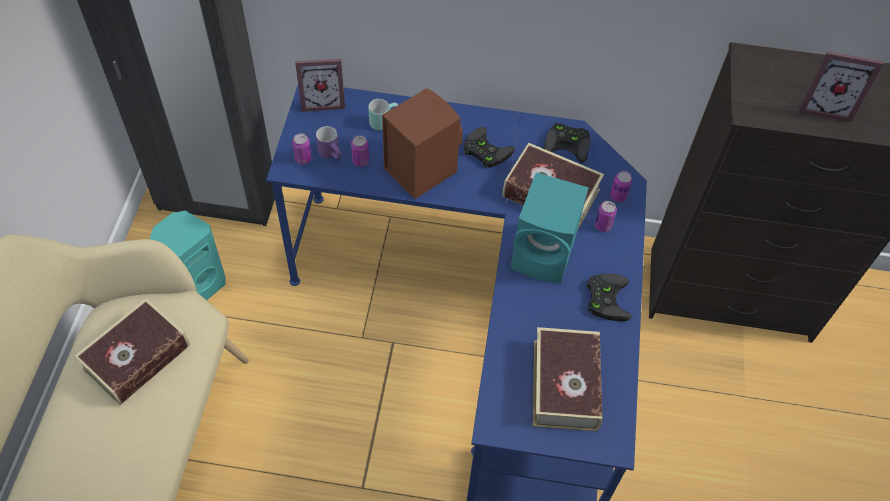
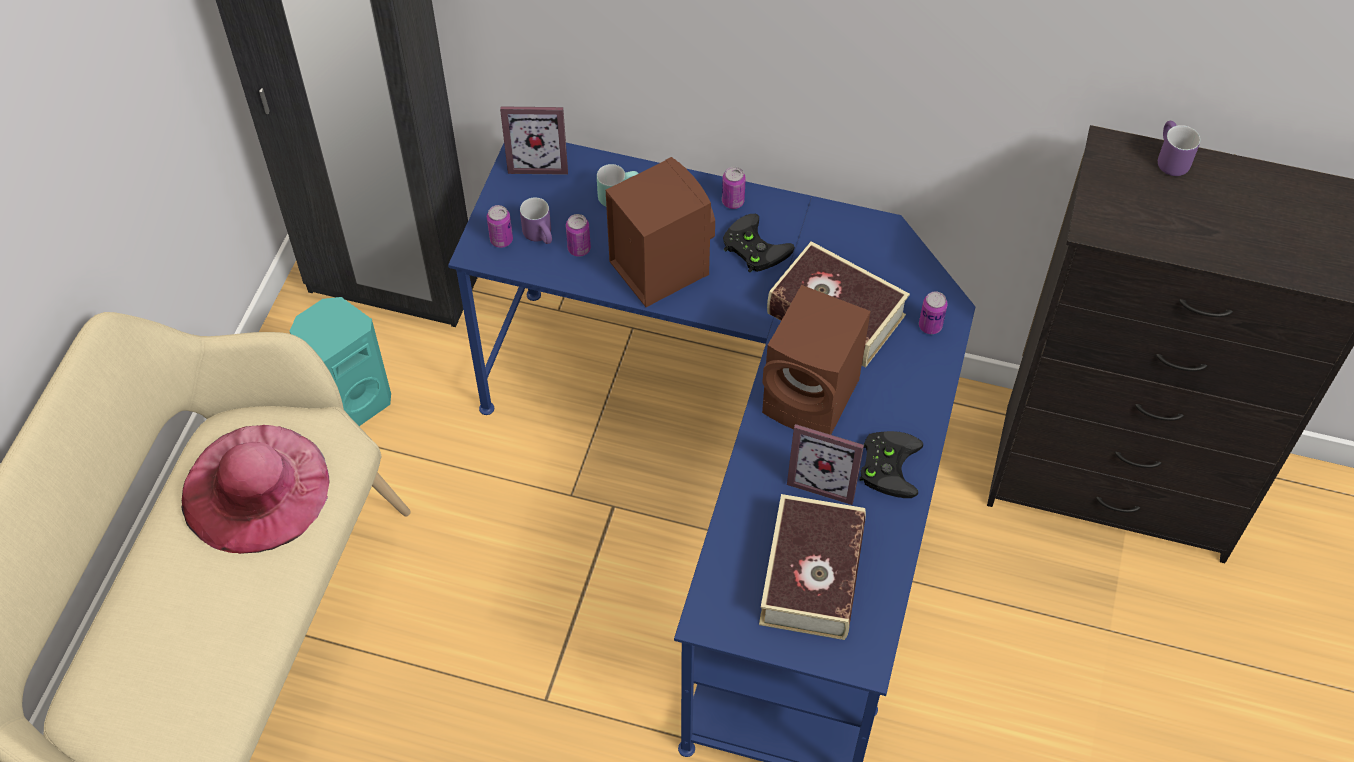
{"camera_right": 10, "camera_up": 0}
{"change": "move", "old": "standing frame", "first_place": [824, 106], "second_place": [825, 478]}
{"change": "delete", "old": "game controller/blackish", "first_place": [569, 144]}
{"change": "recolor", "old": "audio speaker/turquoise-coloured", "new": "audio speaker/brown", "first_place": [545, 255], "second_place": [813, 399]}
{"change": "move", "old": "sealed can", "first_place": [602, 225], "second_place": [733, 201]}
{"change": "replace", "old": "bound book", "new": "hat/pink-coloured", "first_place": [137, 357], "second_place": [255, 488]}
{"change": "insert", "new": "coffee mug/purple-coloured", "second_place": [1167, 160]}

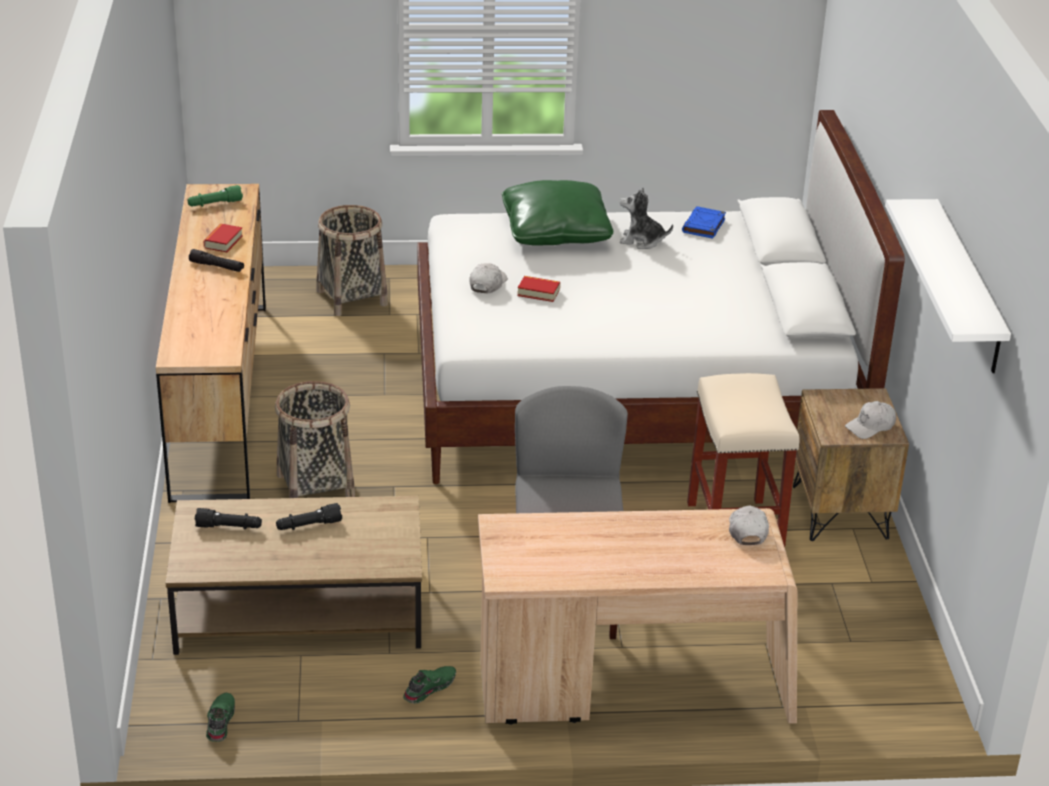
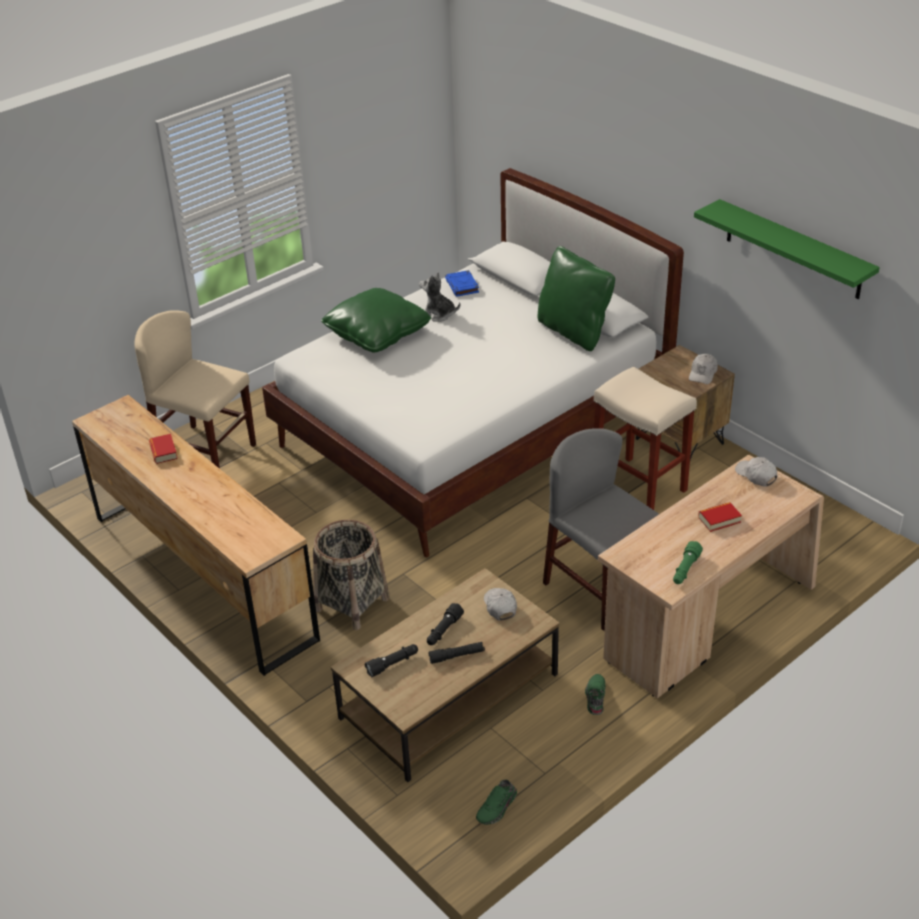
{"camera_right": -35, "camera_up": 5}
{"change": "move", "old": "hand torch/green", "first_place": [215, 204], "second_place": [685, 569]}
{"change": "rotate", "old": "soft toy", "first_place": [642, 241], "second_place": [438, 314], "degrees": 45}
{"change": "recolor", "old": "bracket shelf/white", "new": "bracket shelf/green", "first_place": [967, 287], "second_place": [793, 250]}
{"change": "replace", "old": "household basket", "new": "upright chair/sand-coloured", "first_place": [352, 297], "second_place": [205, 453]}
{"change": "move", "old": "hand torch/blackish", "first_place": [217, 266], "second_place": [456, 656]}
{"change": "move", "old": "baseball cap/white", "first_place": [487, 284], "second_place": [500, 606]}
{"change": "move", "old": "bound book", "first_place": [538, 292], "second_place": [719, 519]}
{"change": "rotate", "old": "shoe/green", "first_place": [219, 722], "second_place": [497, 808], "degrees": -105}
{"change": "insert", "new": "pillow/green", "second_place": [574, 332]}

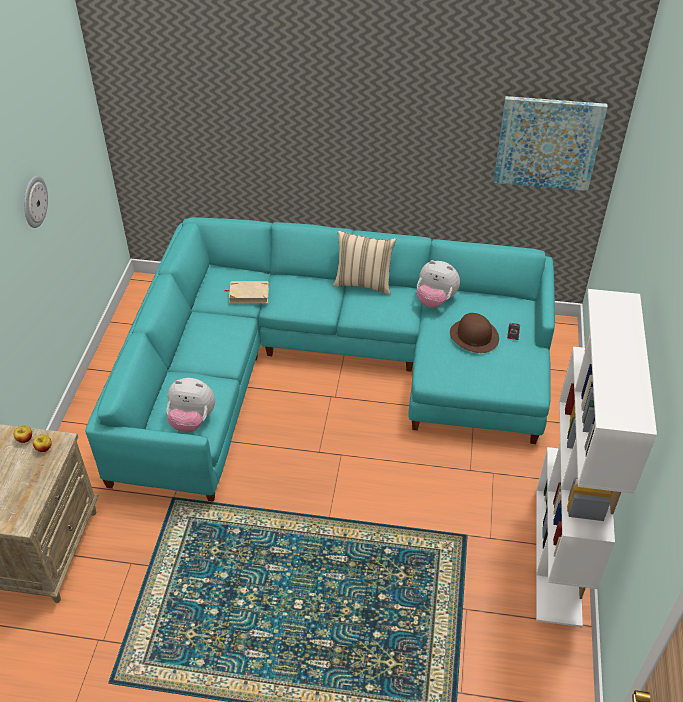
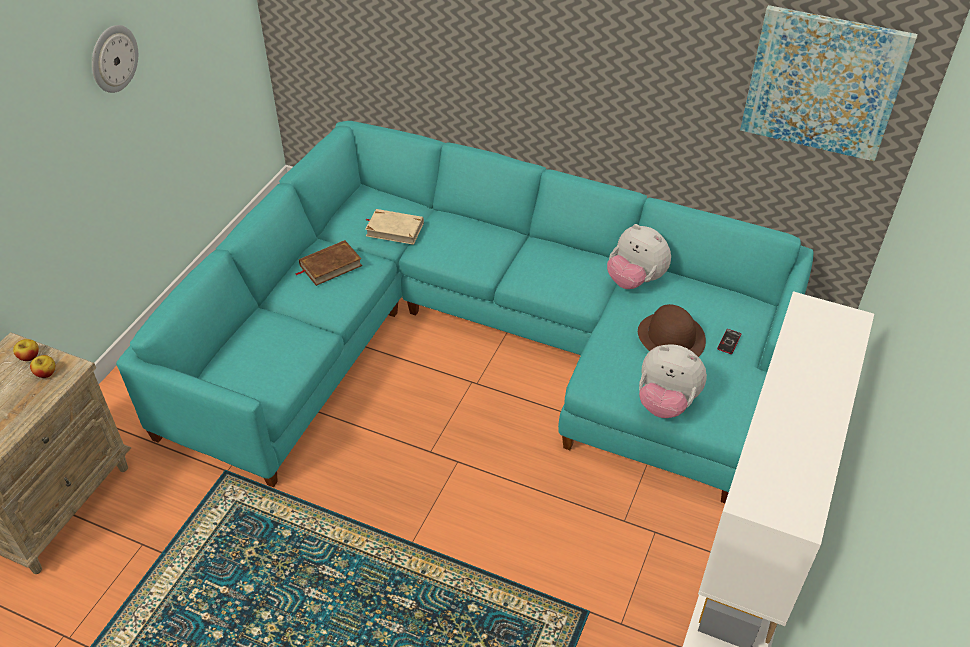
{"camera_right": 15, "camera_up": 0}
{"change": "delete", "old": "pillow/sand-coloured", "first_place": [363, 283]}
{"change": "move", "old": "soft toy", "first_place": [192, 420], "second_place": [666, 403]}
{"change": "insert", "new": "bound book/brown", "second_place": [330, 265]}

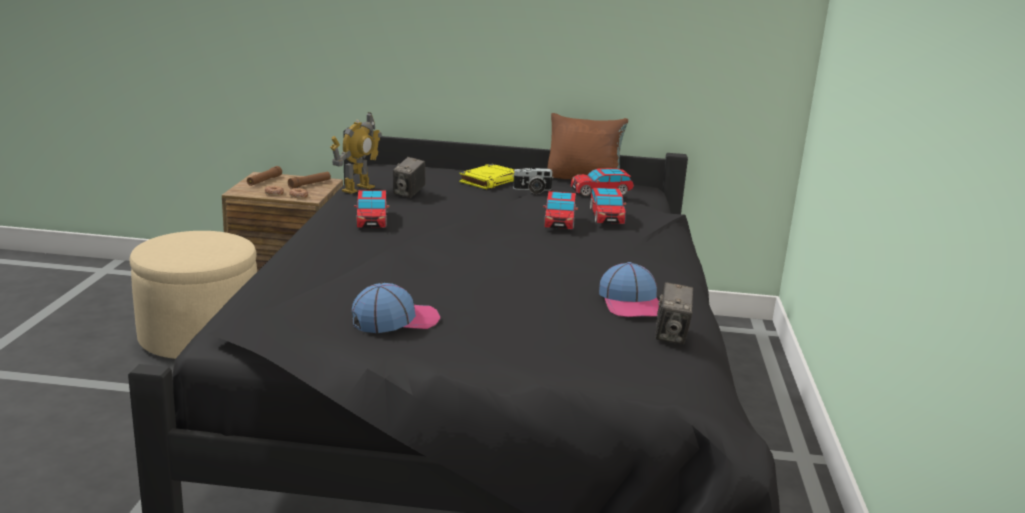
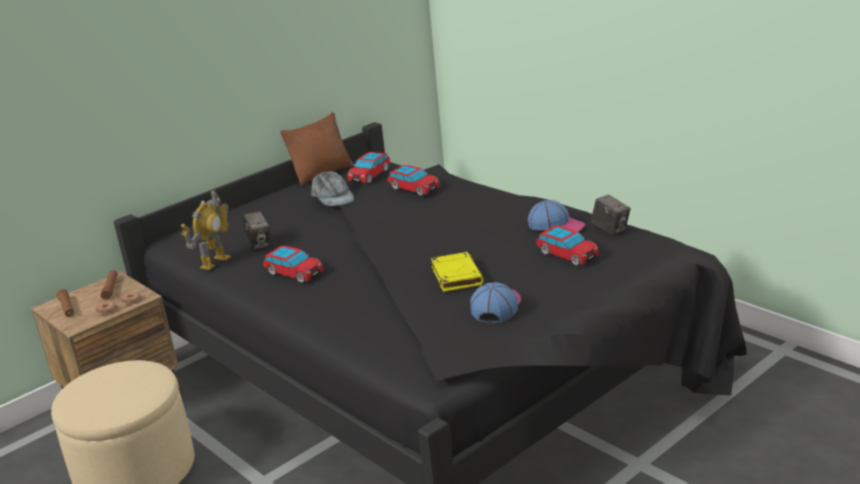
{"camera_right": -45, "camera_up": 5}
{"change": "rotate", "old": "robot figure", "first_place": [357, 188], "second_place": [215, 262], "degrees": 45}
{"change": "move", "old": "bound book/yellow-coloured", "first_place": [489, 181], "second_place": [456, 275]}
{"change": "replace", "old": "photo camera", "new": "baseball cap/greyish", "first_place": [532, 190], "second_place": [332, 197]}
{"change": "move", "old": "miniature car", "first_place": [559, 221], "second_place": [567, 255]}

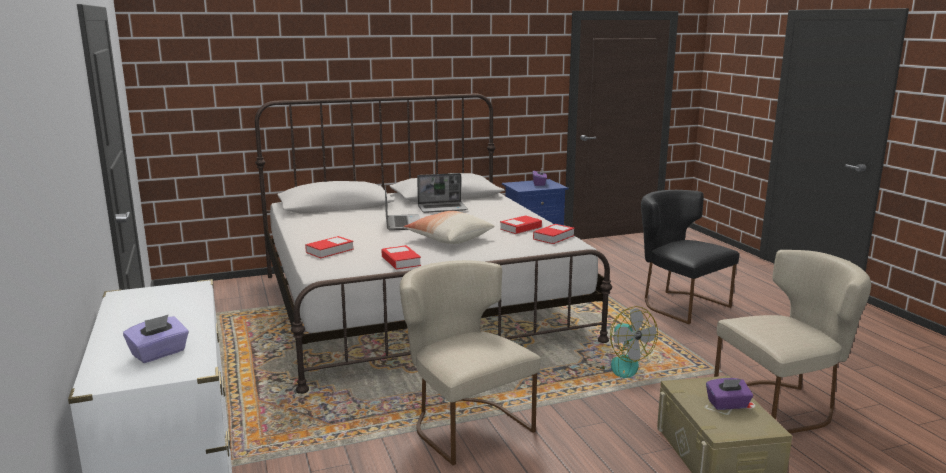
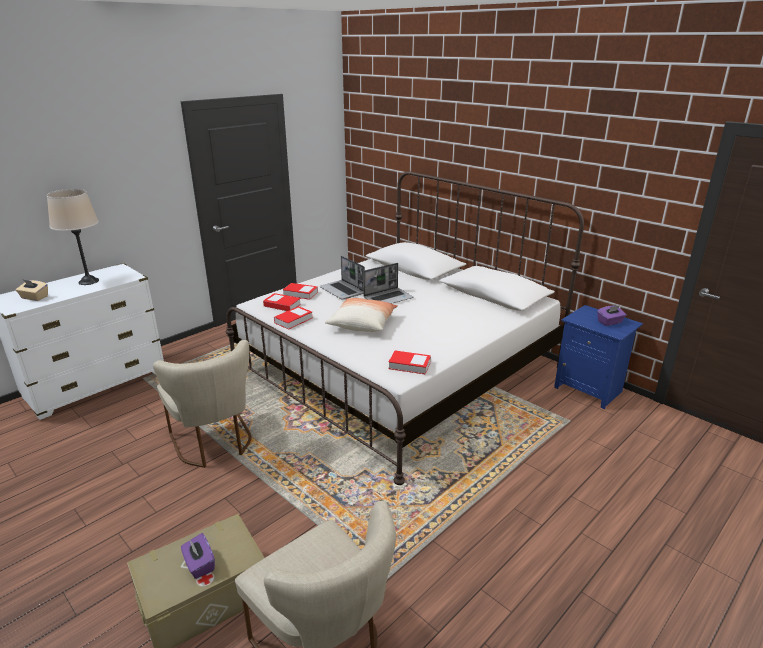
{"camera_right": 65, "camera_up": 10}
{"change": "move", "old": "notebook computer", "first_place": [443, 208], "second_place": [343, 291]}
{"change": "delete", "old": "upright chair/blackish", "first_place": [679, 304]}
{"change": "move", "old": "bound book", "first_place": [520, 228], "second_place": [282, 305]}
{"change": "rotate", "old": "upright chair/sand-coloured", "first_place": [464, 424], "second_place": [214, 444], "degrees": 120}
{"change": "delete", "old": "fan", "first_place": [618, 365]}
{"change": "recolor", "old": "box of tissues/purple-coloured", "new": "box of tissues/sand-coloured", "first_place": [159, 353], "second_place": [34, 297]}
{"change": "insert", "new": "table lamp/sand-coloured", "second_place": [88, 281]}

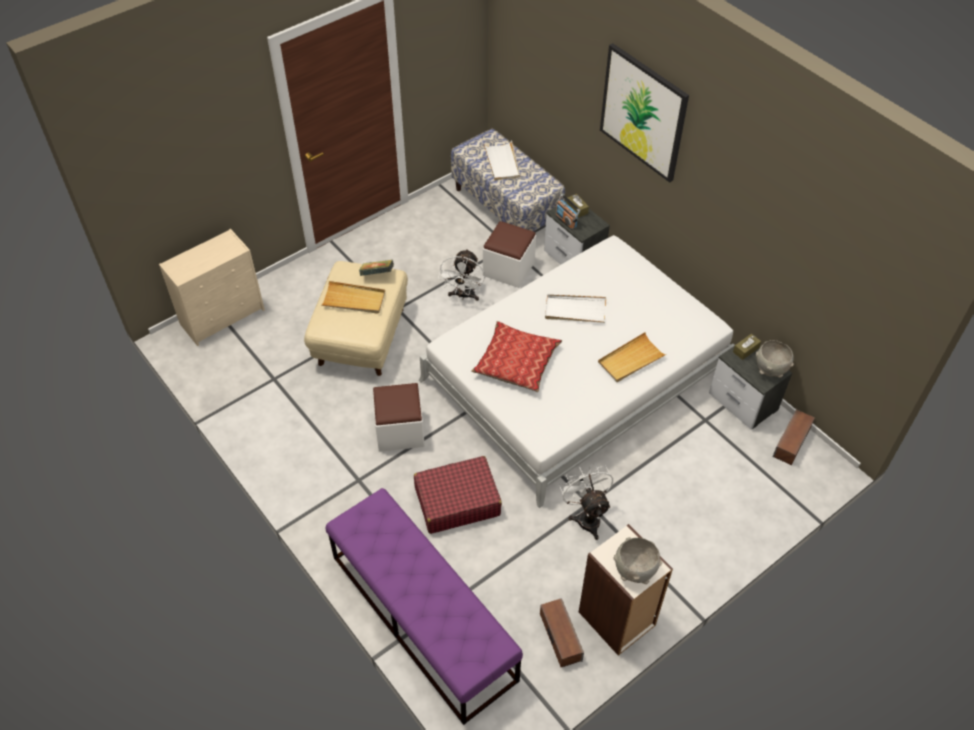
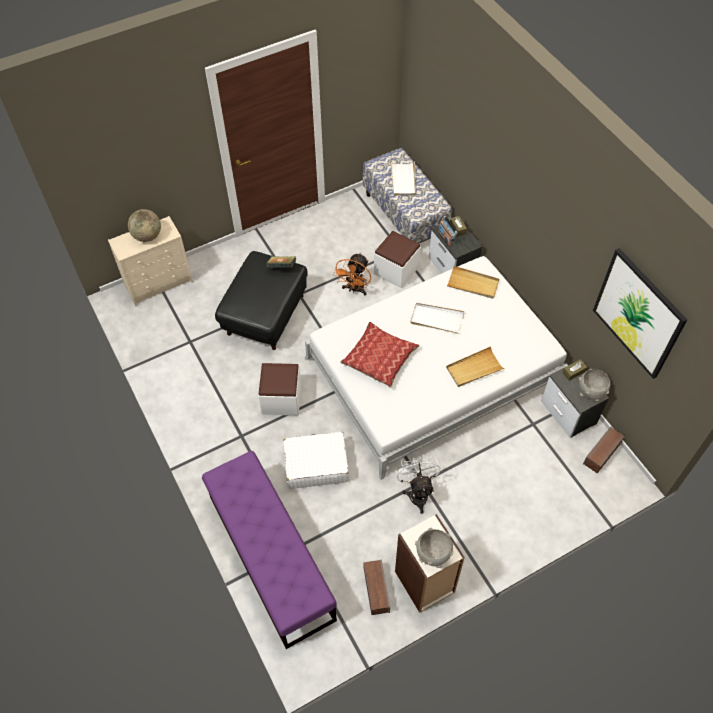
{"camera_right": 10, "camera_up": 5}
{"change": "move", "old": "wall art", "first_place": [643, 112], "second_place": [638, 313]}
{"change": "recolor", "old": "fan/white", "new": "fan/orange", "first_place": [463, 295], "second_place": [354, 289]}
{"change": "recolor", "old": "pouffe/sand-coloured", "new": "pouffe/blackish", "first_place": [361, 336], "second_place": [265, 314]}
{"change": "move", "old": "carrying tray/sand-coloured", "first_place": [354, 300], "second_place": [473, 284]}
{"change": "recolor", "old": "travel case/red-coloured", "new": "travel case/white", "first_place": [457, 501], "second_place": [315, 465]}
{"change": "insert", "new": "world globe", "second_place": [147, 236]}

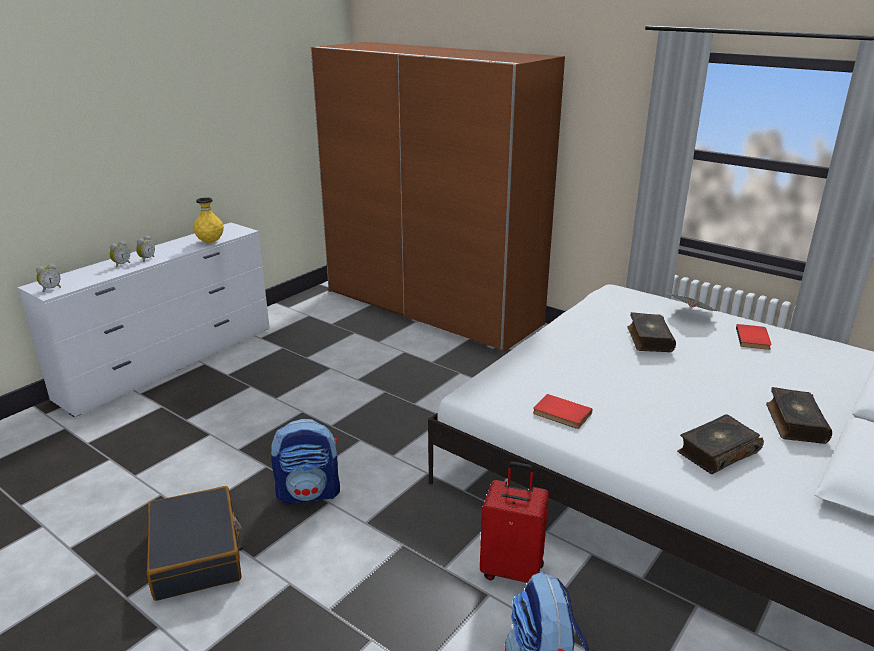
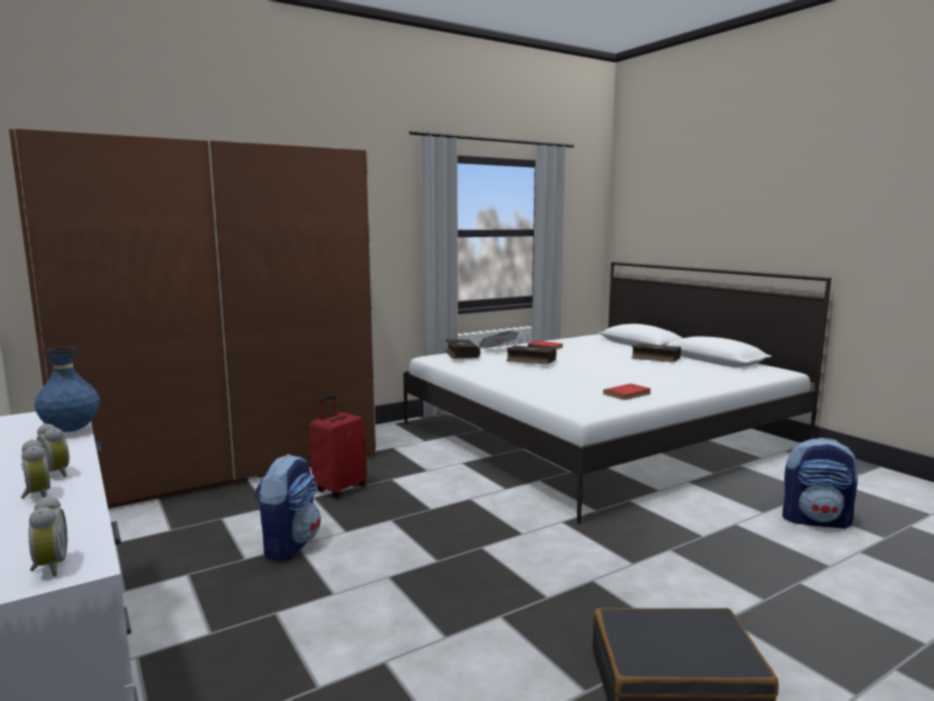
{"camera_right": -70, "camera_up": -15}
{"change": "recolor", "old": "flower vase/yellow-coloured", "new": "flower vase/blue-coloured", "first_place": [210, 242], "second_place": [71, 430]}
{"change": "move", "old": "bound book", "first_place": [717, 452], "second_place": [461, 355]}
{"change": "move", "old": "knapsack", "first_place": [309, 493], "second_place": [289, 545]}
{"change": "move", "old": "travel case/red-coloured", "first_place": [512, 570], "second_place": [339, 489]}

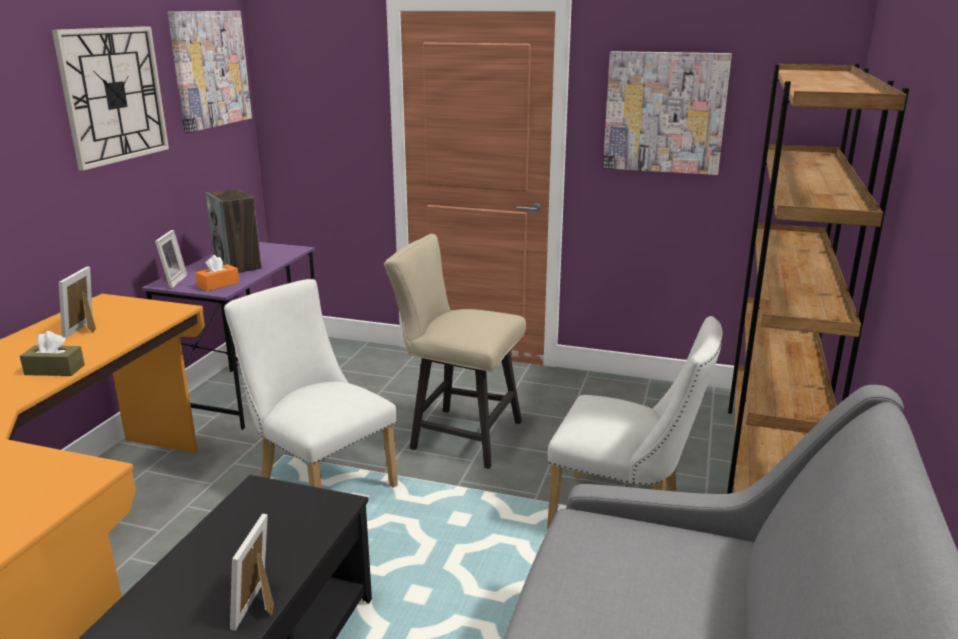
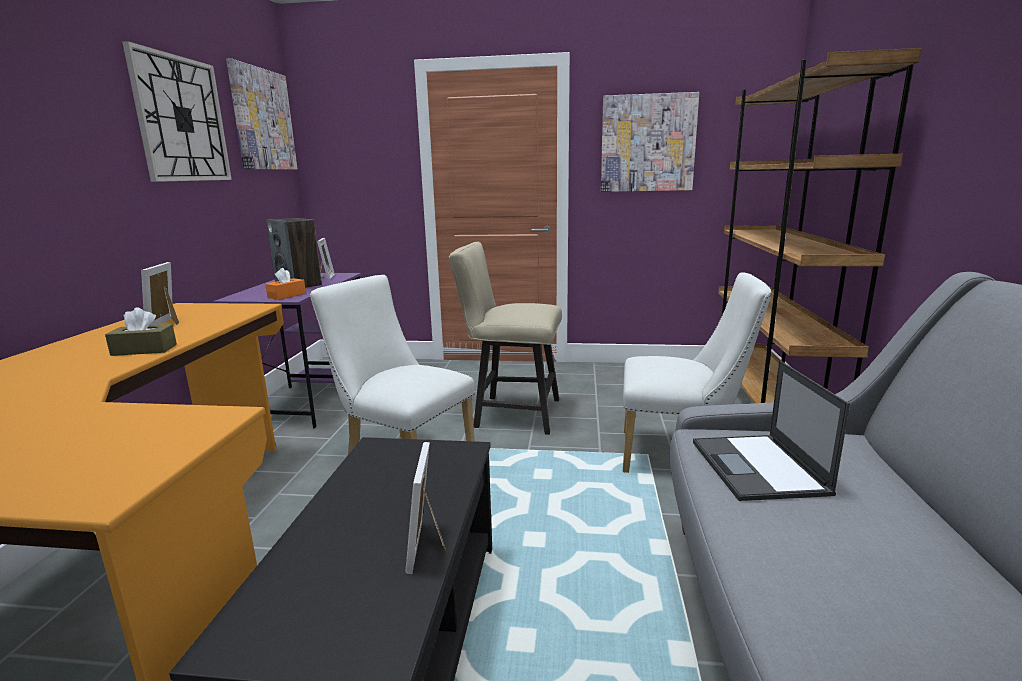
{"camera_right": -10, "camera_up": -5}
{"change": "move", "old": "standing frame", "first_place": [171, 281], "second_place": [325, 277]}
{"change": "insert", "new": "notebook computer", "second_place": [759, 468]}

